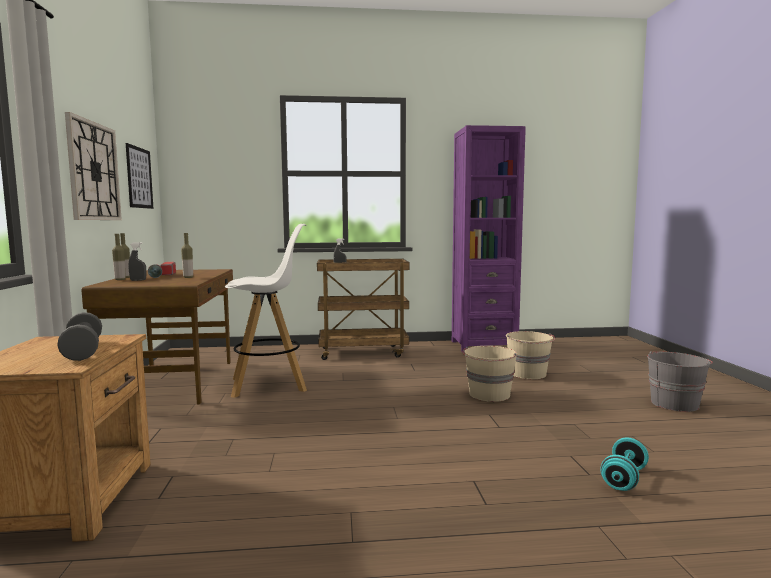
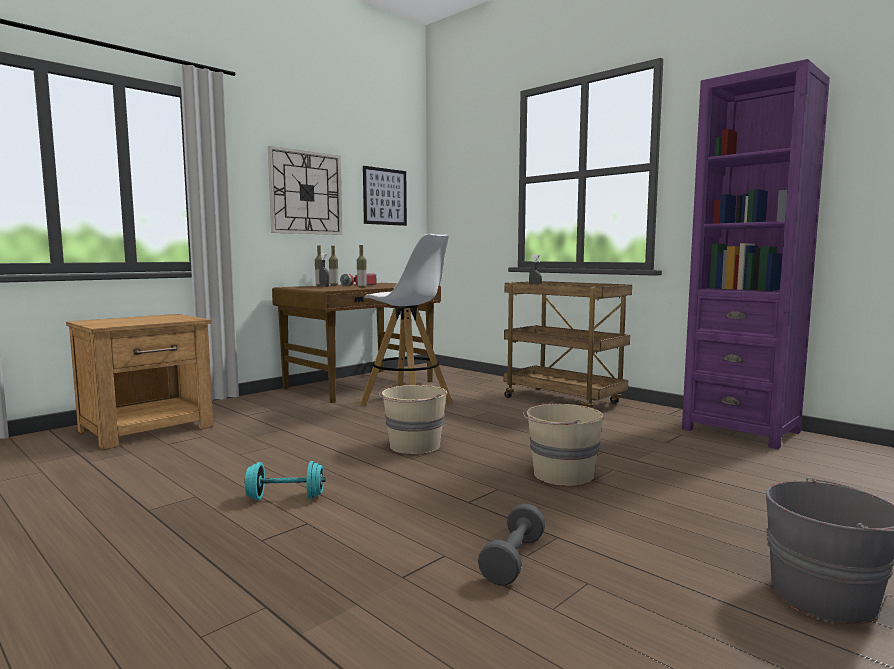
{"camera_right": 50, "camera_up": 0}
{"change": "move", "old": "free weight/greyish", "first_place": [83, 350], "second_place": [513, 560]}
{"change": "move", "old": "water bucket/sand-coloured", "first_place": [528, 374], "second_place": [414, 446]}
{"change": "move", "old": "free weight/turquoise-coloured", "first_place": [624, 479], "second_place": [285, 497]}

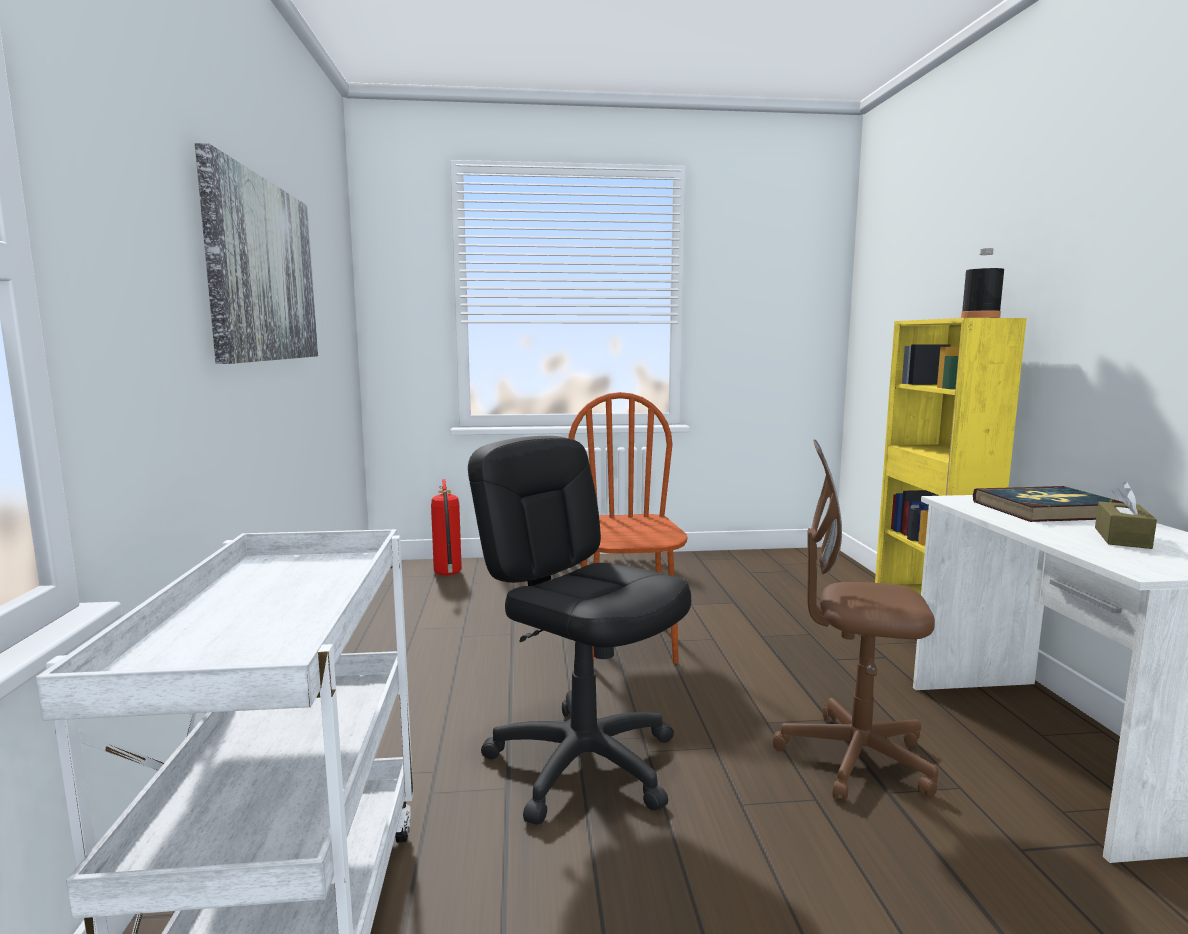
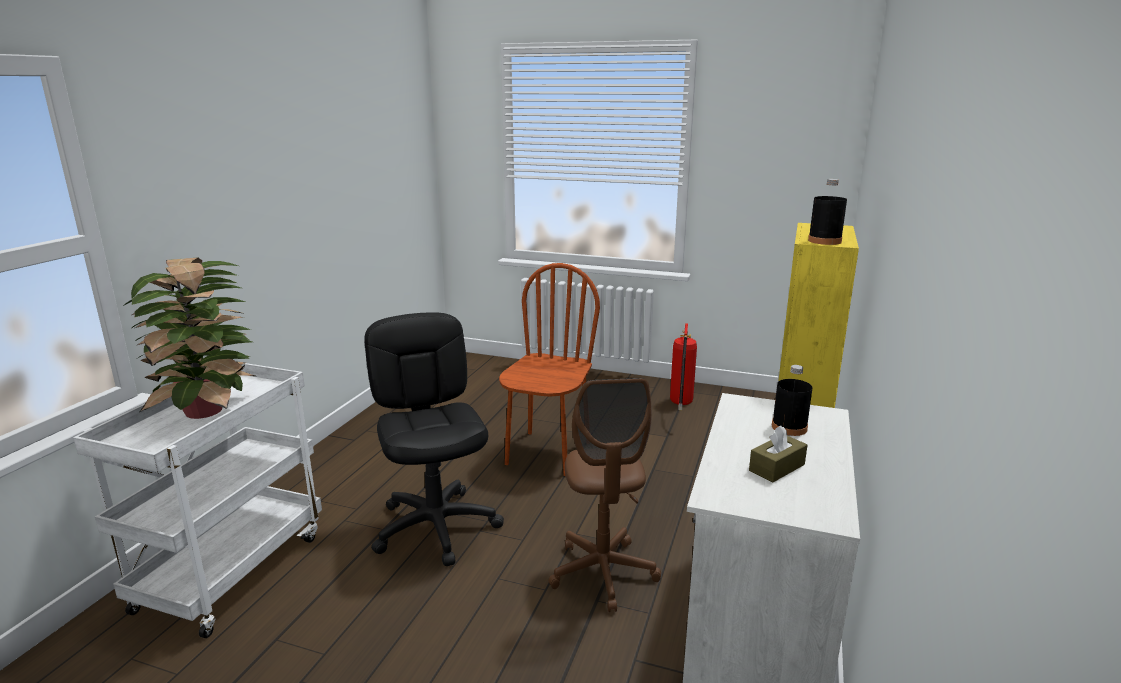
{"camera_right": 25, "camera_up": 10}
{"change": "delete", "old": "wall art", "first_place": [263, 271]}
{"change": "rotate", "old": "office chair/brown", "first_place": [854, 758], "second_place": [603, 573], "degrees": -135}
{"change": "move", "old": "fire-fighting cylinder", "first_place": [447, 577], "second_place": [680, 406]}
{"change": "replace", "old": "bound book", "new": "beverage bottle/blackish", "first_place": [1046, 510], "second_place": [789, 427]}
{"change": "insert", "new": "potted plant", "second_place": [206, 412]}

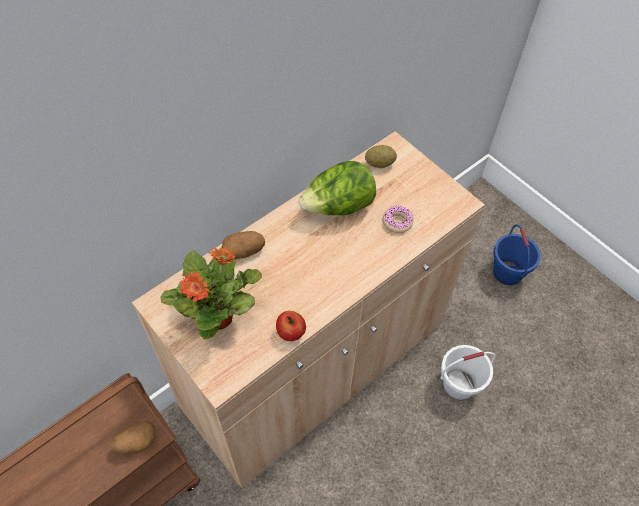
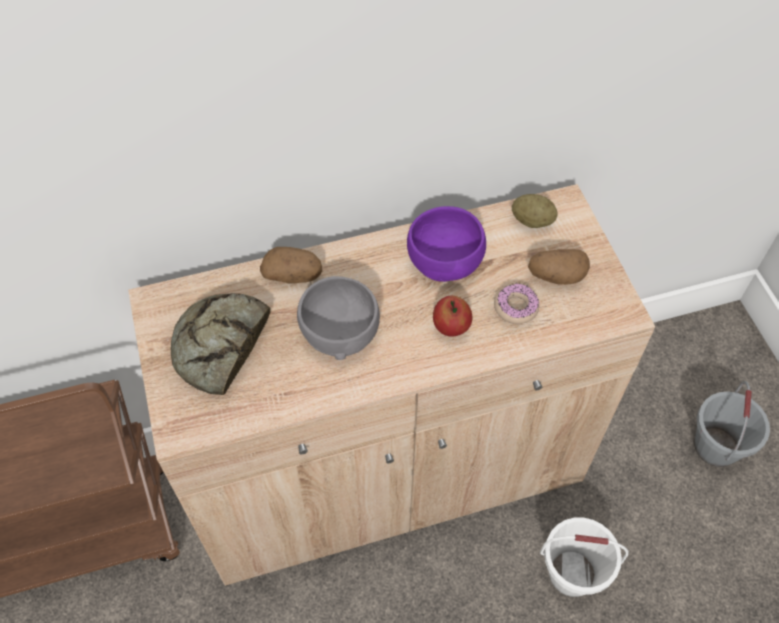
{"camera_right": 25, "camera_up": 0}
{"change": "replace", "old": "lettuce head", "new": "serving bowl/purple-coloured", "first_place": [338, 207], "second_place": [445, 260]}
{"change": "recolor", "old": "water bucket/blue-coloured", "new": "water bucket/greyish", "first_place": [508, 273], "second_place": [716, 447]}
{"change": "replace", "old": "potted plant", "new": "bakery bread", "first_place": [219, 316], "second_place": [220, 346]}
{"change": "move", "old": "apple", "first_place": [291, 333], "second_place": [451, 327]}
{"change": "move", "old": "spud", "first_place": [136, 443], "second_place": [556, 276]}
{"change": "insert", "new": "serving bowl/greyish", "second_place": [339, 332]}

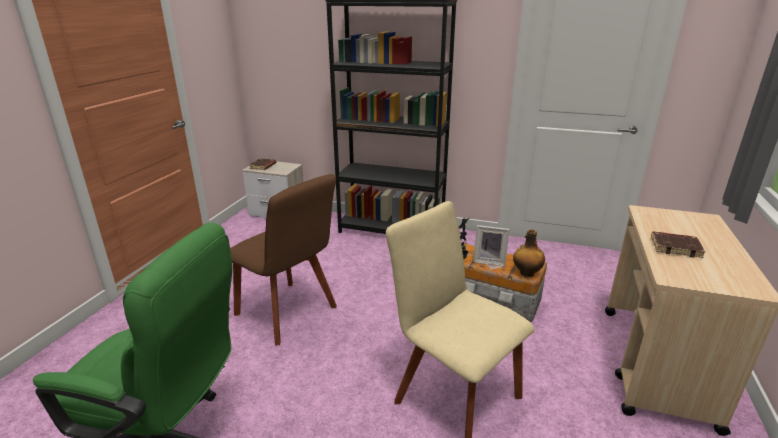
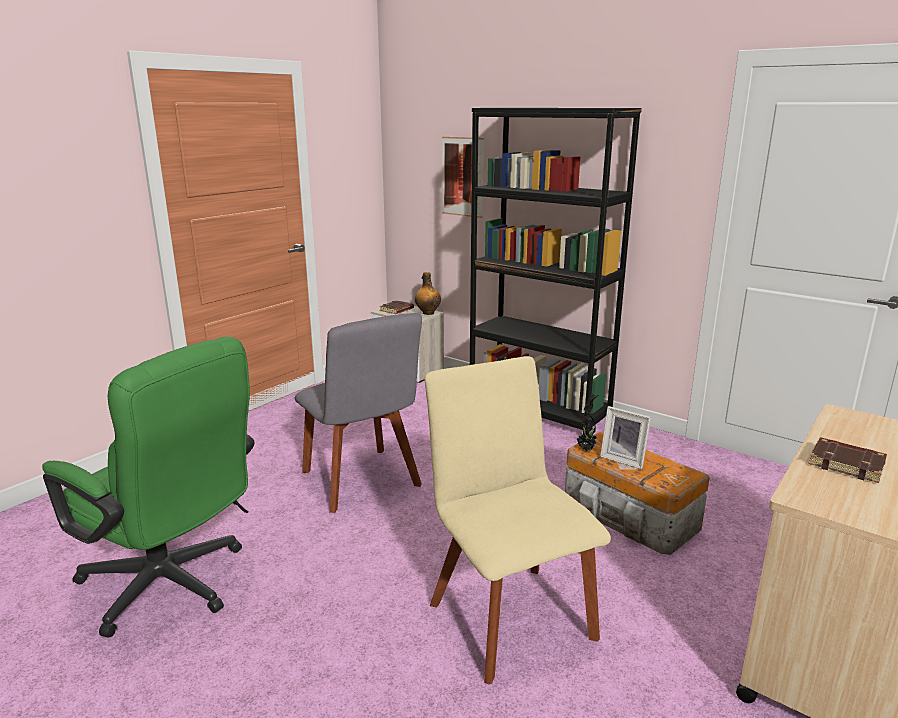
{"camera_right": 20, "camera_up": -5}
{"change": "recolor", "old": "upright chair/brown", "new": "upright chair/greyish", "first_place": [289, 313], "second_place": [362, 482]}
{"change": "move", "old": "beverage bottle", "first_place": [526, 273], "second_place": [427, 313]}
{"change": "insert", "new": "wall art", "second_place": [462, 177]}

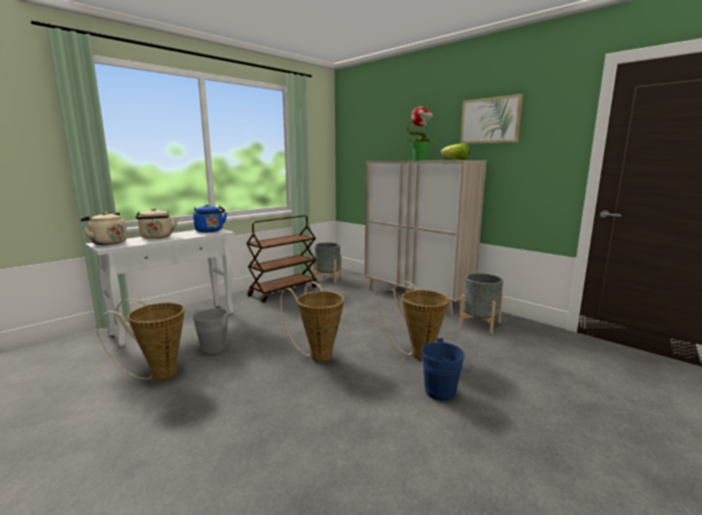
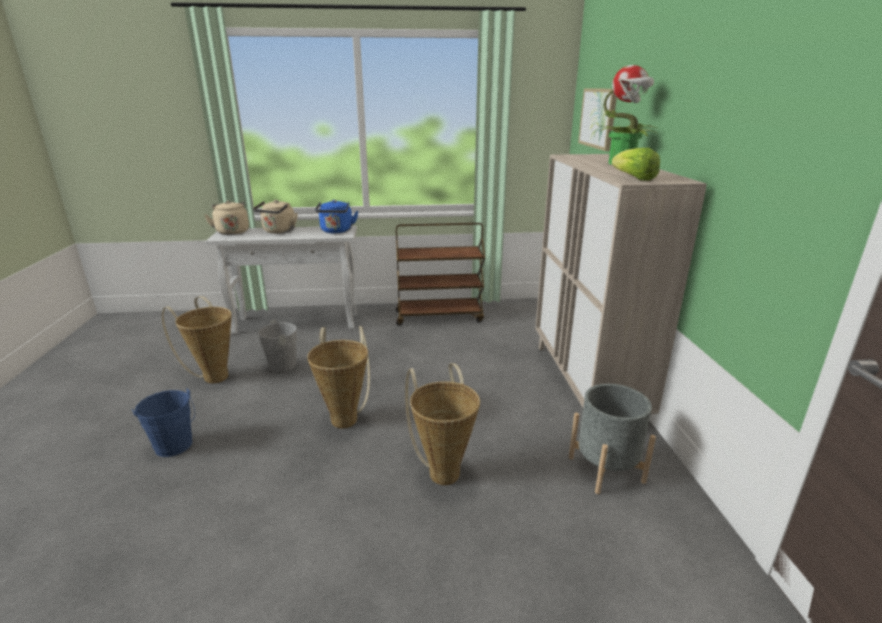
{"camera_right": 40, "camera_up": 10}
{"change": "move", "old": "wall art", "first_place": [490, 120], "second_place": [598, 118]}
{"change": "delete", "old": "planter/greyish", "first_place": [328, 278]}
{"change": "move", "old": "water bucket/blue-coloured", "first_place": [444, 392], "second_place": [175, 447]}

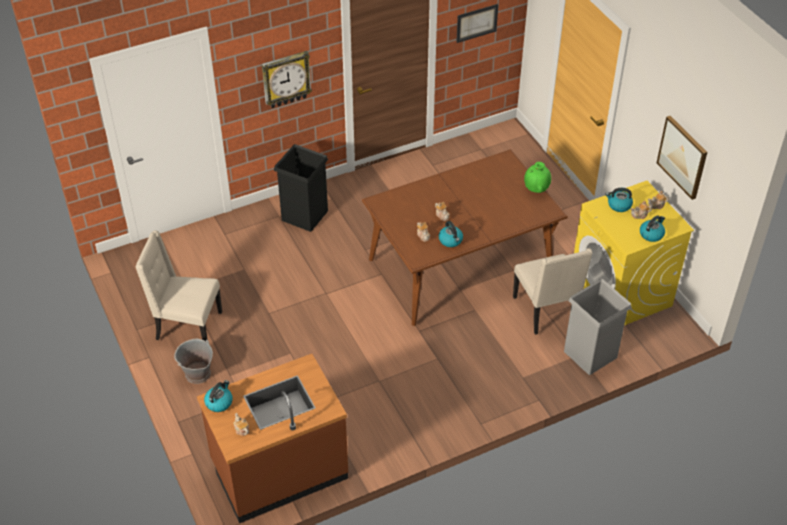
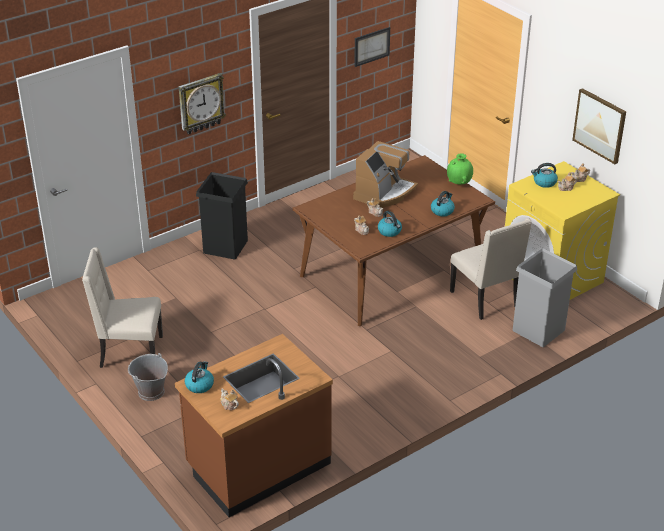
{"camera_right": -10, "camera_up": -10}
{"change": "move", "old": "tea kettle", "first_place": [651, 234], "second_place": [442, 211]}
{"change": "insert", "new": "coffee brewer", "second_place": [384, 193]}

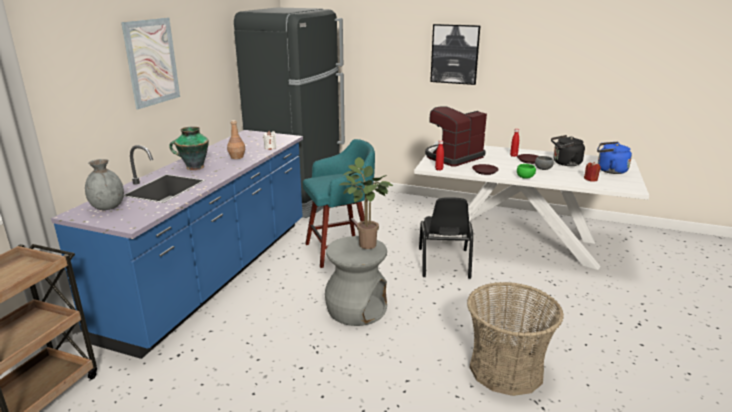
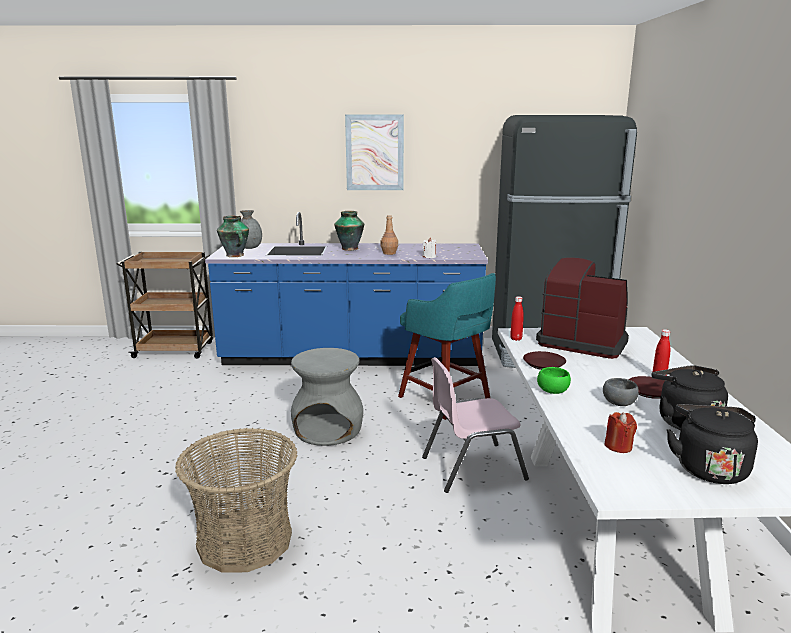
{"camera_right": 70, "camera_up": -5}
{"change": "delete", "old": "wall art", "first_place": [455, 54]}
{"change": "recolor", "old": "tea kettle/blue-coloured", "new": "tea kettle/blackish", "first_place": [609, 170], "second_place": [708, 467]}
{"change": "delete", "old": "potted plant", "first_place": [364, 244]}
{"change": "recolor", "old": "upright chair/blackish", "new": "upright chair/pink-coloured", "first_place": [444, 263], "second_place": [472, 468]}
{"change": "insert", "new": "flower vase", "second_place": [235, 255]}

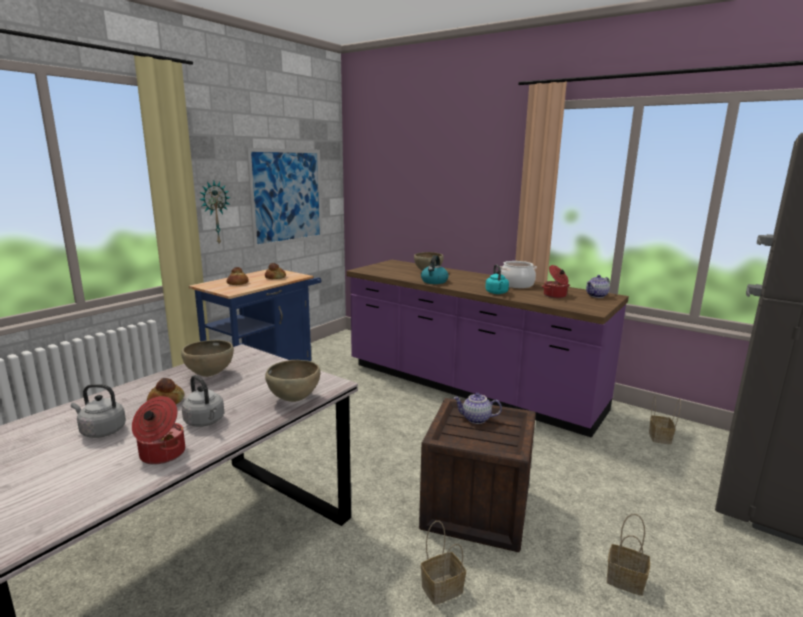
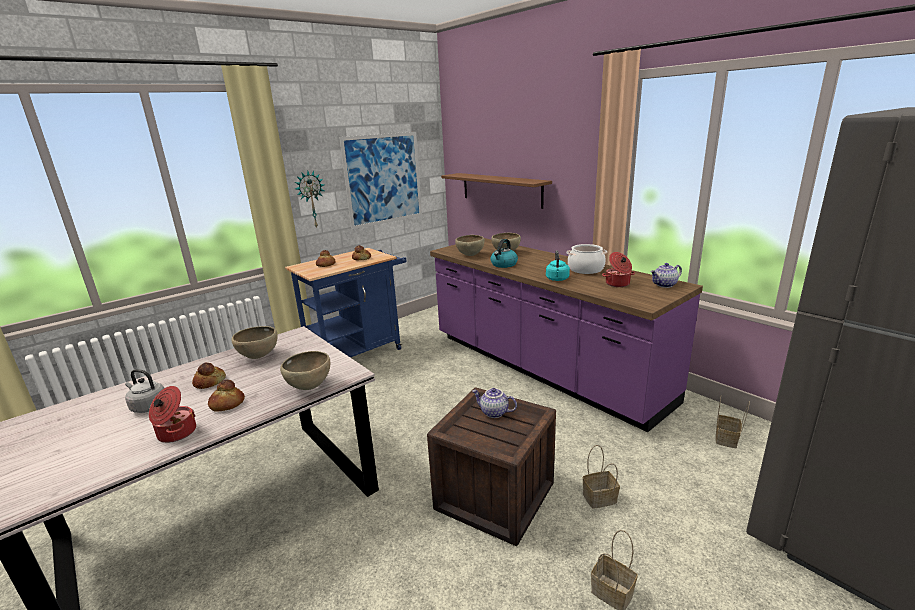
{"camera_right": 15, "camera_up": 5}
{"change": "replace", "old": "tea kettle/greyish", "new": "bakery bread", "first_place": [205, 422], "second_place": [227, 404]}
{"change": "move", "old": "household basket", "first_place": [441, 590], "second_place": [599, 499]}
{"change": "insert", "new": "bracket shelf/brown", "second_place": [501, 189]}
{"change": "insert", "new": "serving bowl/brown", "second_place": [470, 255]}

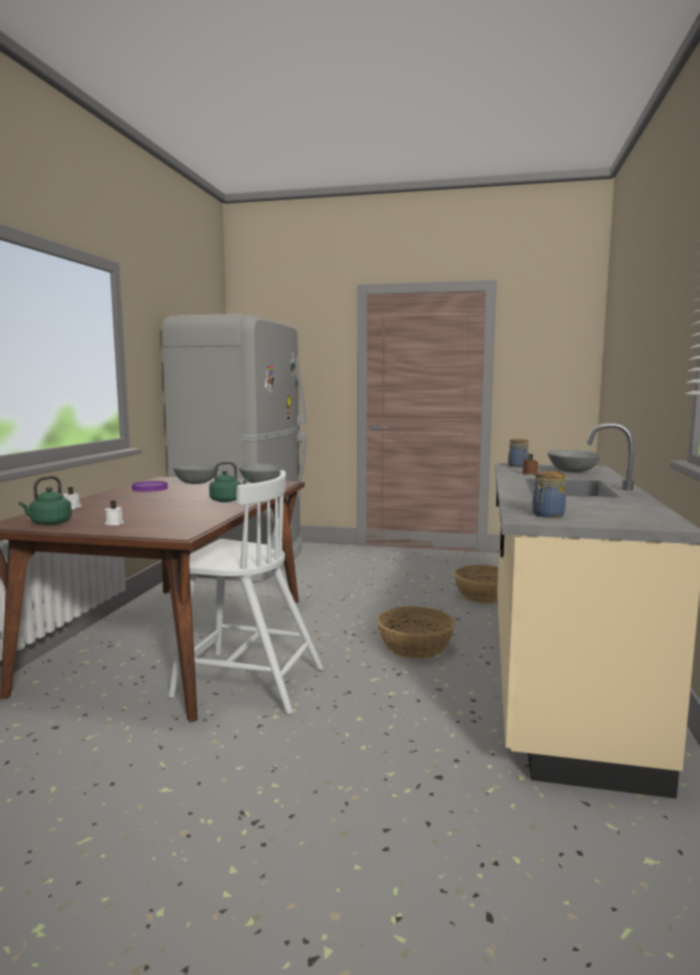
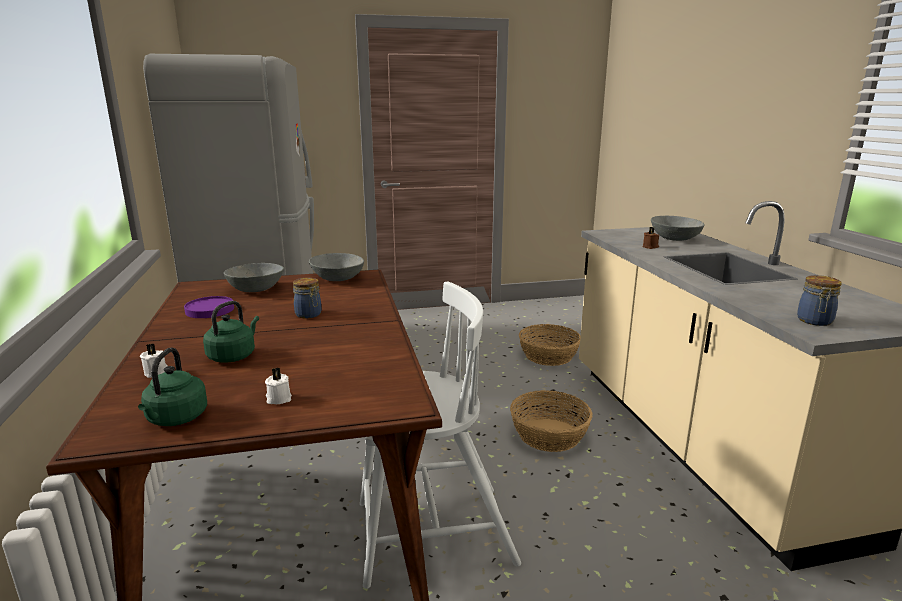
{"camera_right": -25, "camera_up": 10}
{"change": "move", "old": "preserve jar", "first_place": [518, 466], "second_place": [309, 315]}
{"change": "move", "old": "tea kettle/green", "first_place": [227, 500], "second_place": [233, 356]}

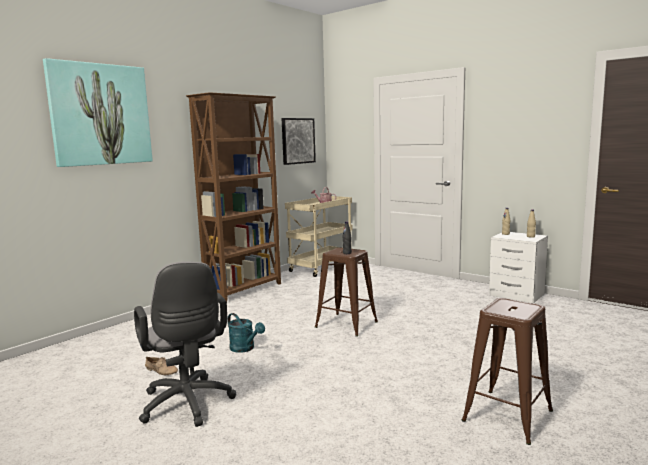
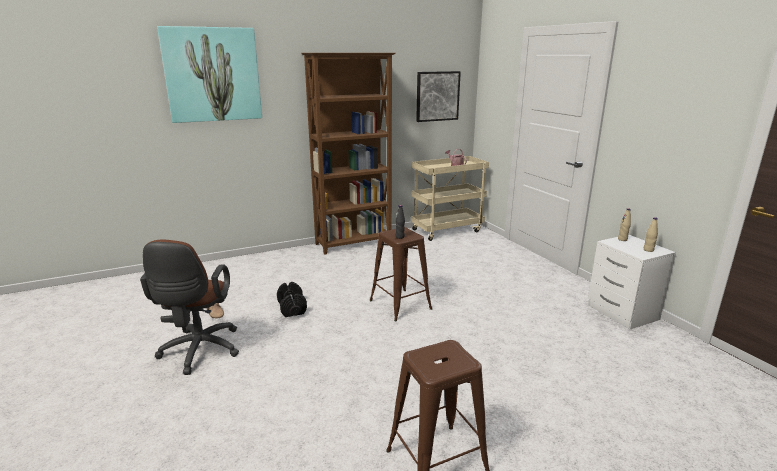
{"camera_right": 25, "camera_up": 10}
{"change": "recolor", "old": "office chair/greyish", "new": "office chair/brown", "first_place": [188, 405], "second_place": [199, 352]}
{"change": "replace", "old": "sprinkling can/turquoise-coloured", "new": "free weight/blackish", "first_place": [245, 348], "second_place": [292, 308]}

